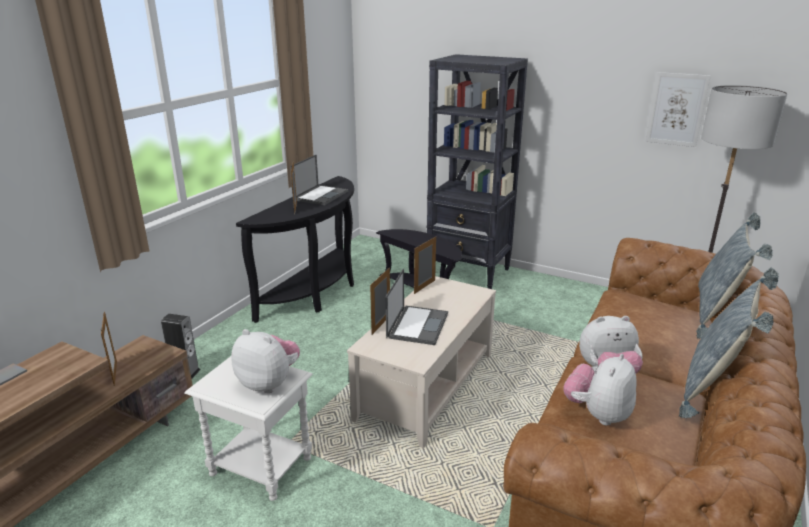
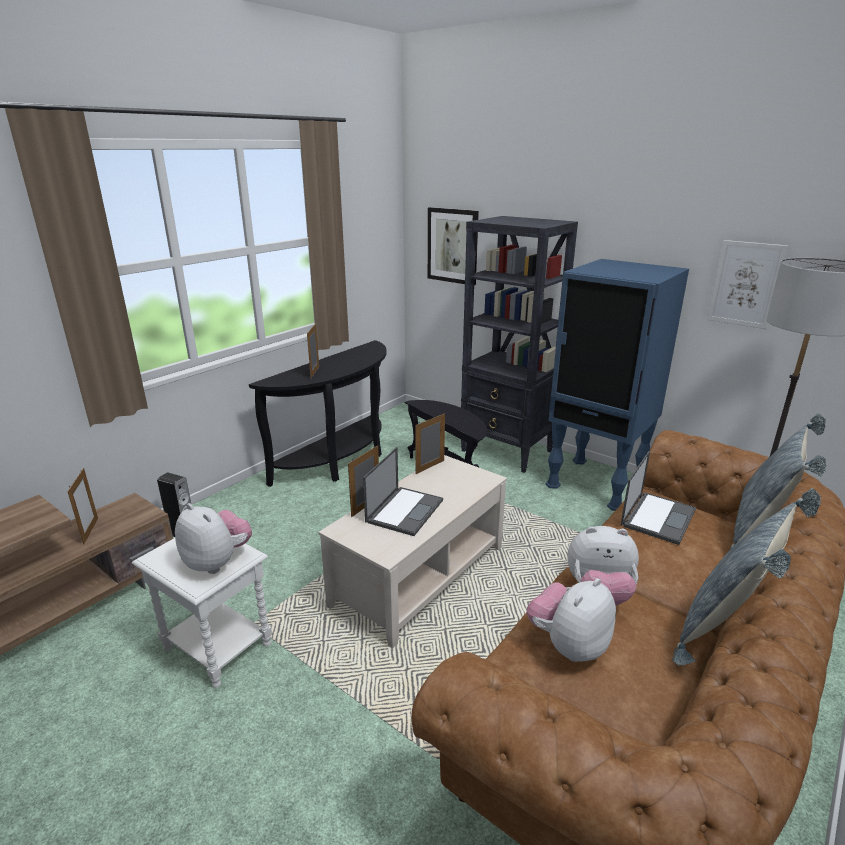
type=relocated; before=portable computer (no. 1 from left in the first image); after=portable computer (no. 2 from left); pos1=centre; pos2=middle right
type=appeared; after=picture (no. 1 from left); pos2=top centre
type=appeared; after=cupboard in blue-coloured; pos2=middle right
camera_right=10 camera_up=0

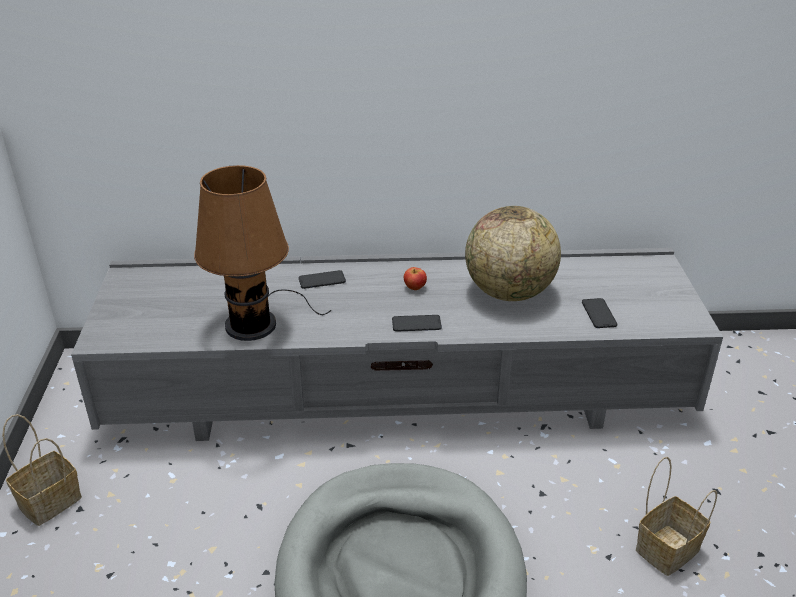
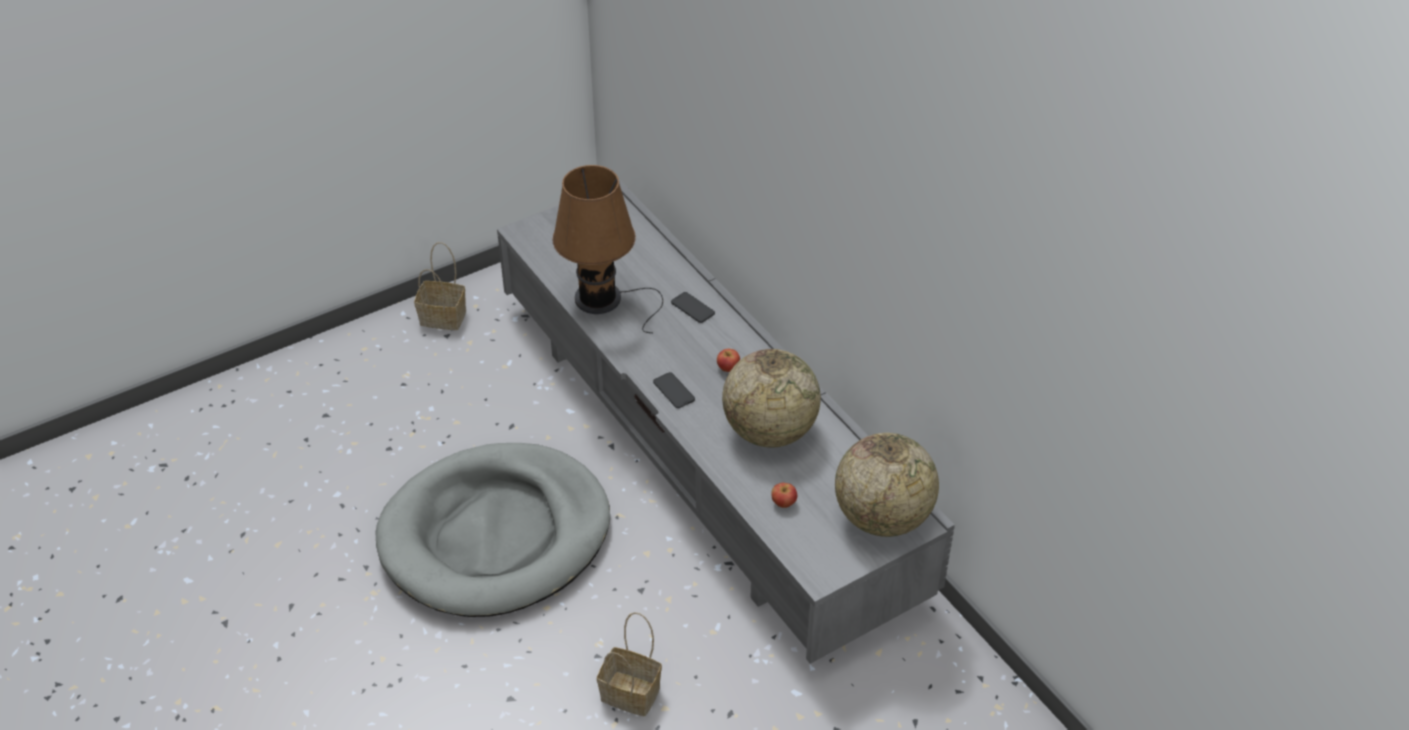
type=exchanged; before=handset (no. 3 from left); after=apple (no. 2 from left); pos1=middle right; pos2=bottom centre
type=appeared; after=world globe (no. 2 from left); pos2=centre
camera_right=60 camera_up=10

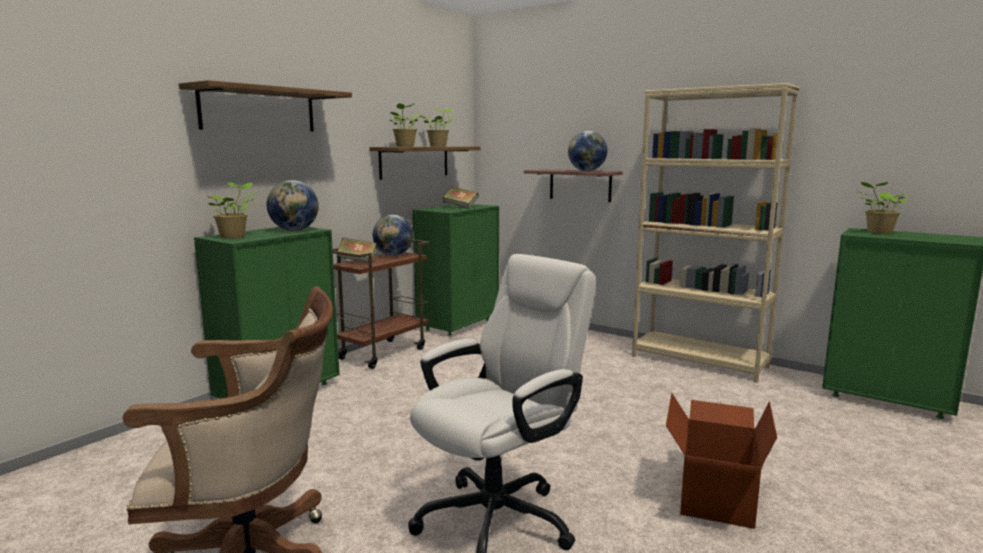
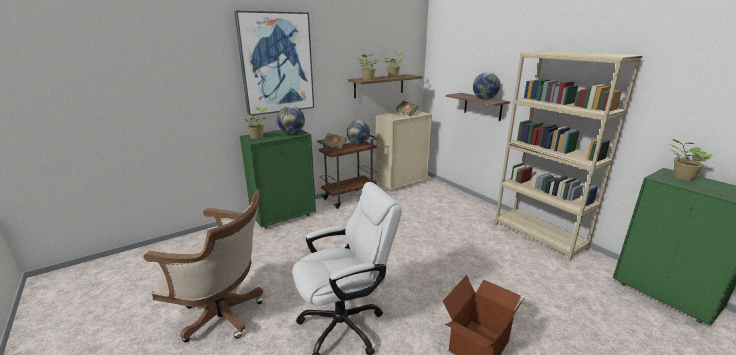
type=exchanged; before=bracket shelf (no. 1 from left); after=picture; pos1=top left; pos2=top centre
type=colour; before=cupboard in green-coloured (no. 2 from left); after=cupboard in beige; pos1=centre; pos2=centre
camera_right=20 camera_up=10

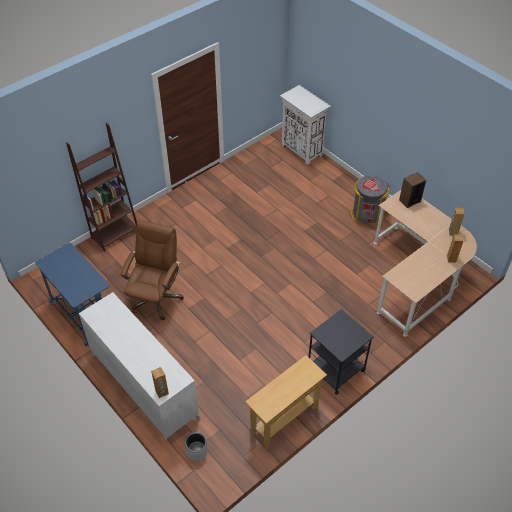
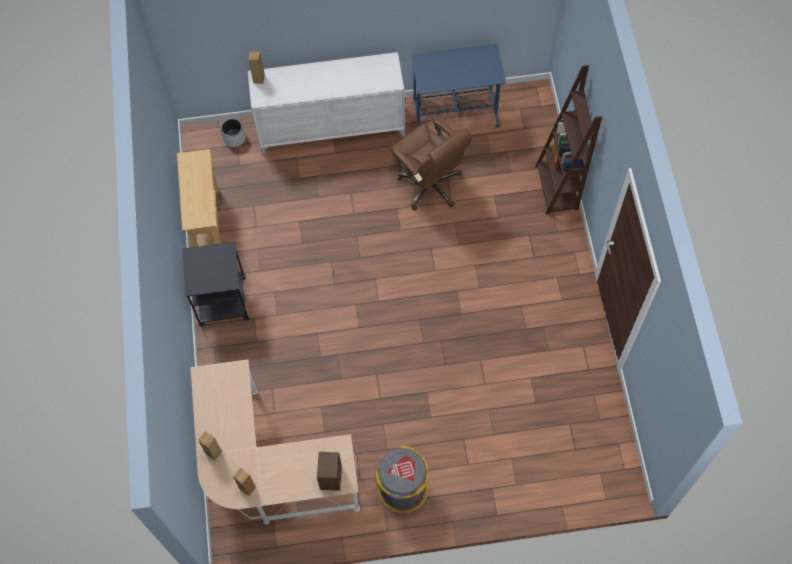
type=missing; before=cupboard in white; pos1=top centre
camera_right=125 camera_up=15

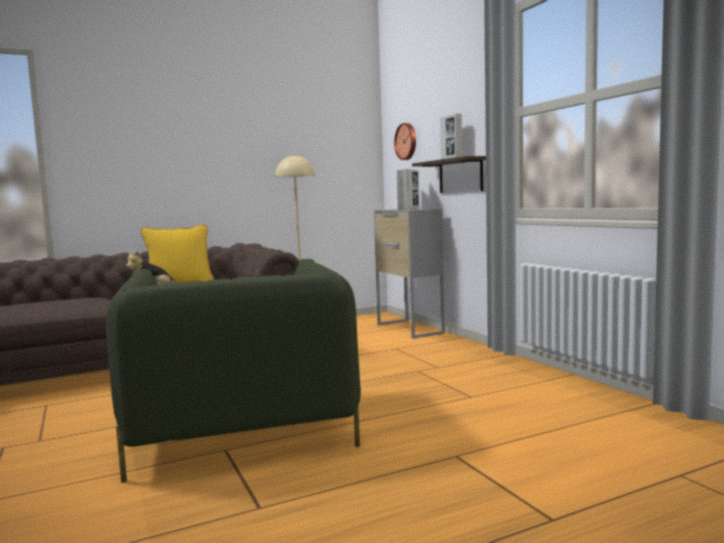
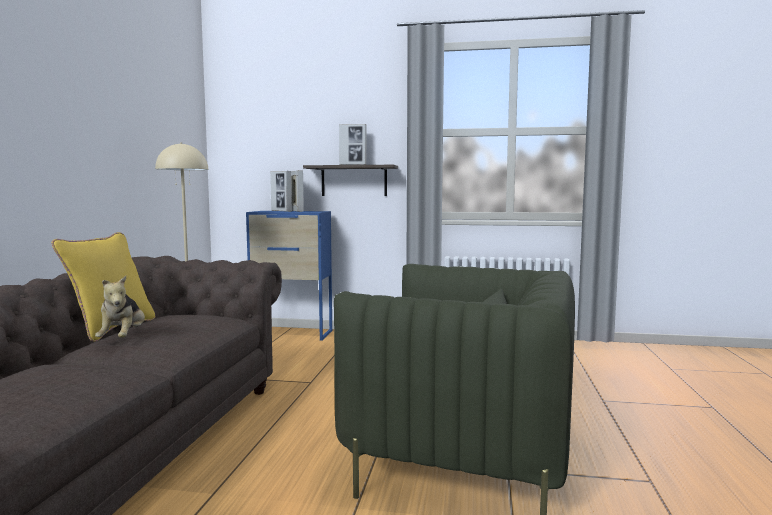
type=missing; before=hanging clock; pos1=top centre
type=colour; before=cupboard in greyish; after=cupboard in blue-coloured; pos1=centre; pos2=centre
camera_right=-55 camera_up=0

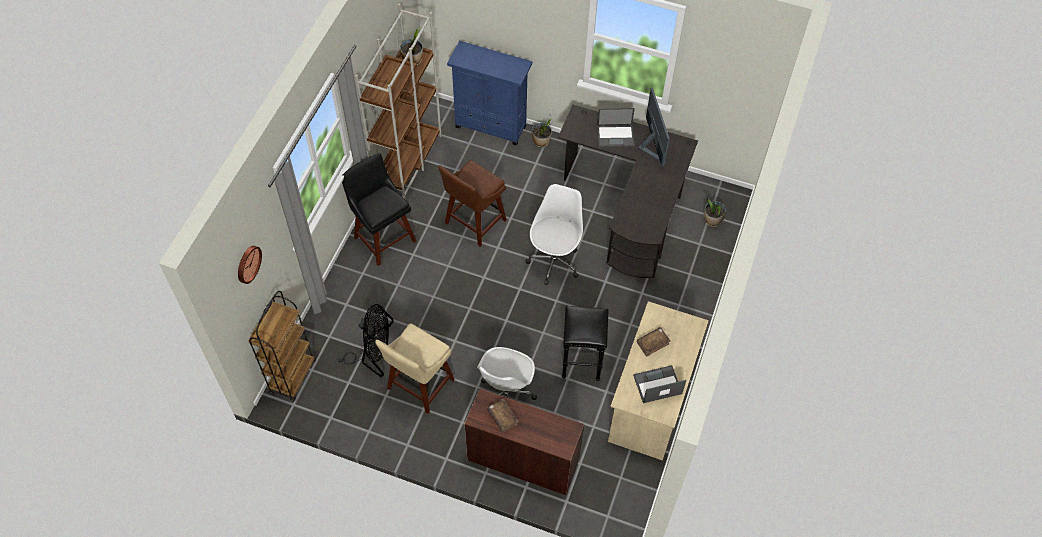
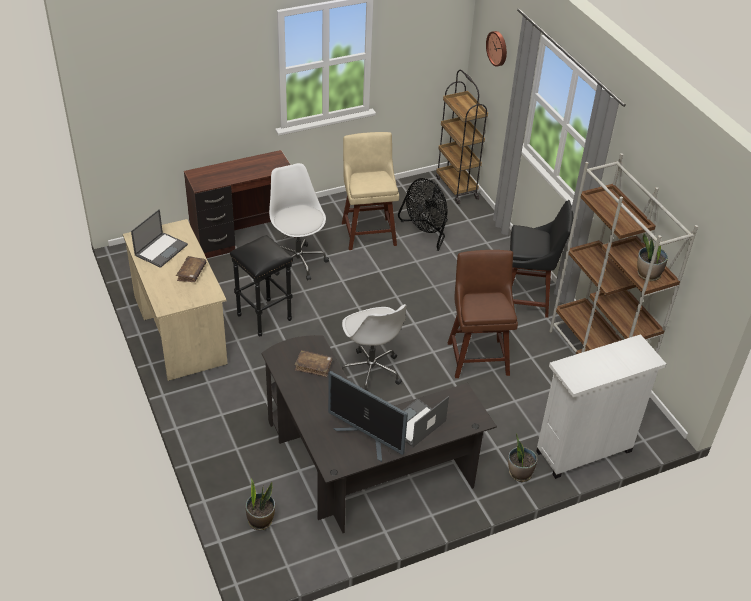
type=colour; before=cupboard in blue-coloured; after=cupboard in white; pos1=top centre; pos2=bottom right
type=relocated; before=bound book in brownish (no. 1 from left in the first image); after=bound book in brownish (no. 2 from left); pos1=bottom centre; pos2=centre
camera_right=135 camera_up=-15

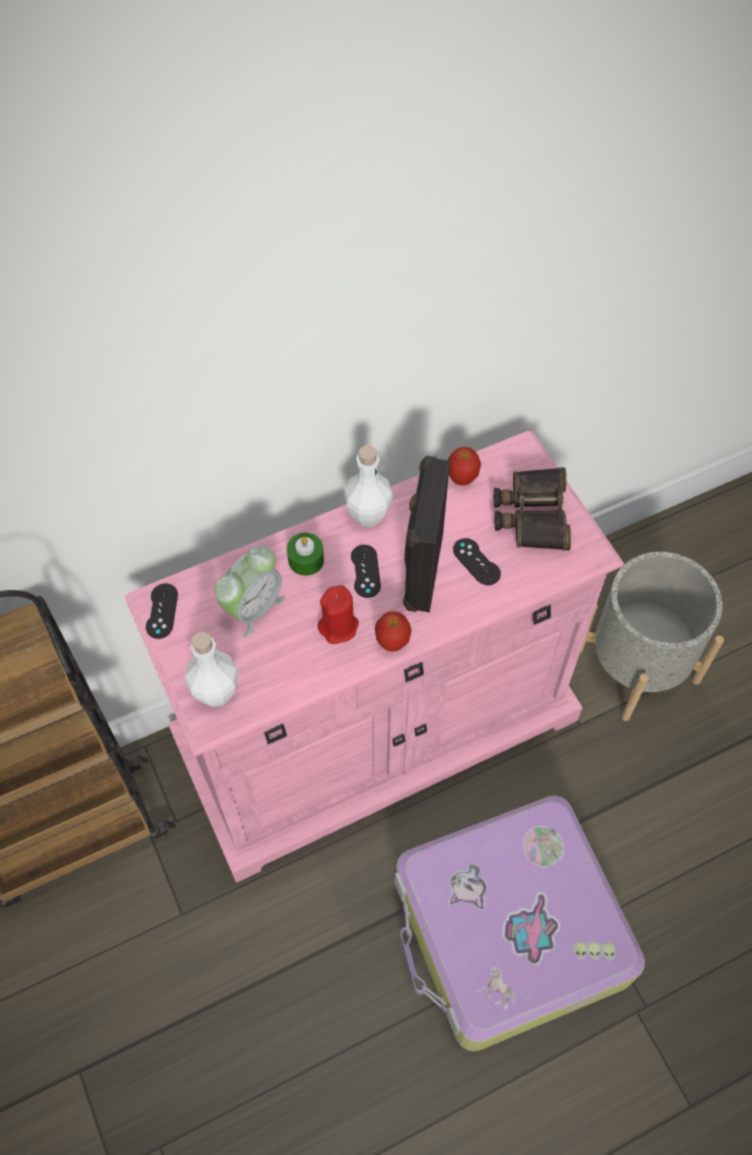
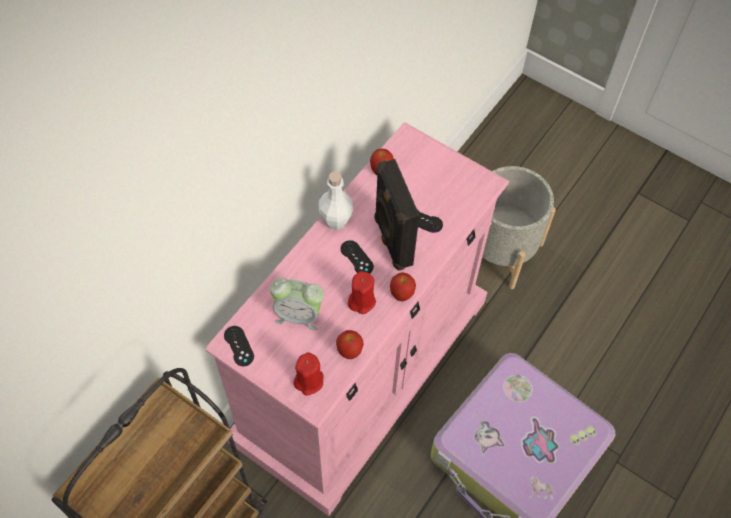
type=missing; before=field glasses; pos1=middle right
type=missing; before=candle in green-coloured; pos1=centre
type=spun; before=table clock; pos1=middle left; pos2=centre; turn=90
type=exchanged; before=drink bottle in white (no. 1 from left); after=candle in red (no. 1 from left); pos1=middle left; pos2=bottom centre
type=appeared; after=apple (no. 1 from left); pos2=centre
camera_right=-30 camera_up=0

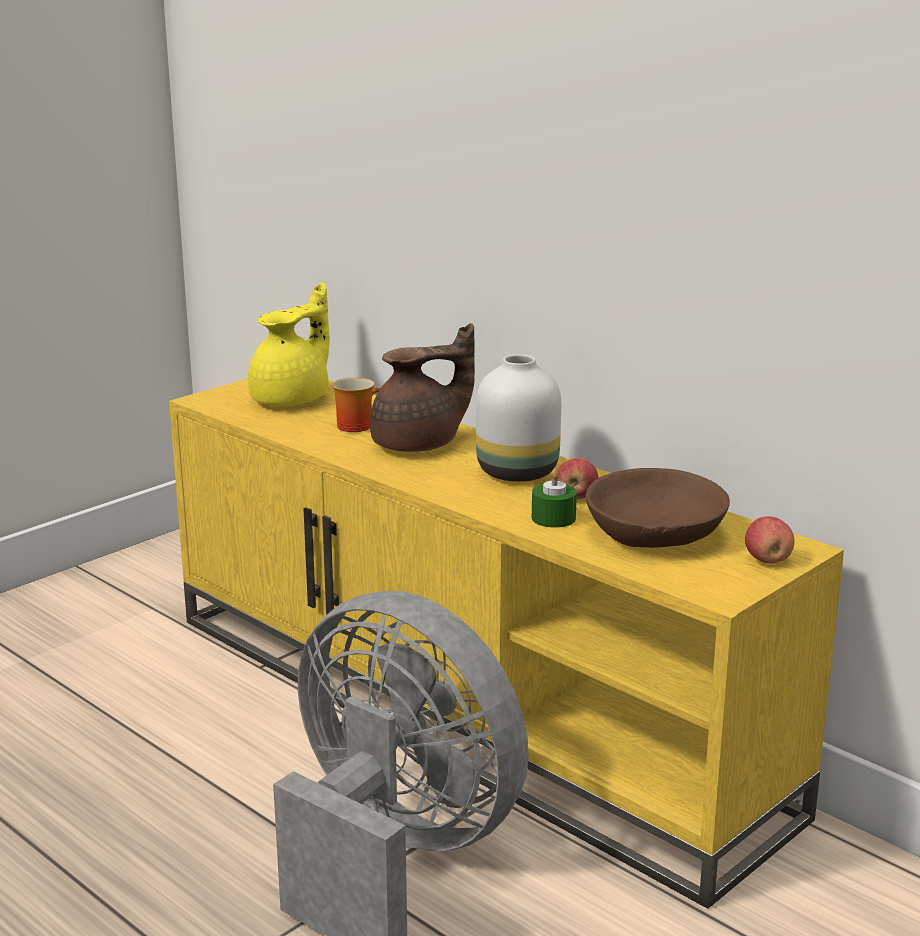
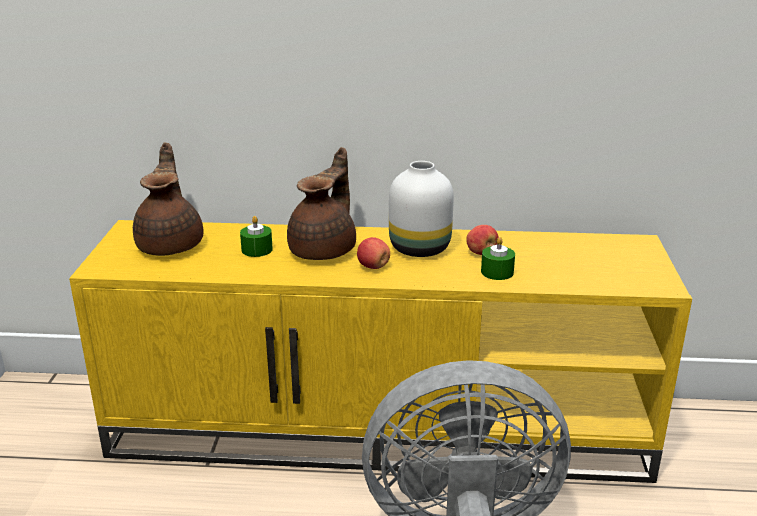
type=colour; before=teapot in yellow; after=teapot in brownish (no. 1 from left); pos1=middle left; pos2=middle left
type=exchanged; before=mug; after=candle in green-coloured (no. 1 from left); pos1=centre; pos2=centre
type=missing; before=serving bowl in brownish; pos1=middle right
type=relocated; before=apple (no. 2 from left in the first image); after=apple (no. 1 from left); pos1=middle right; pos2=centre
camera_right=-40 camera_up=5

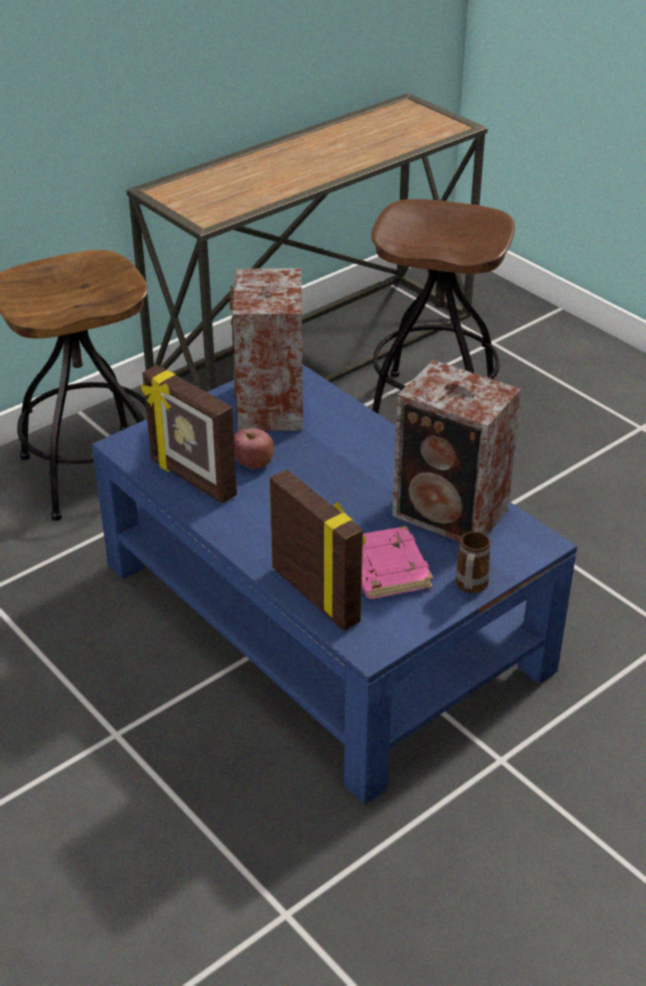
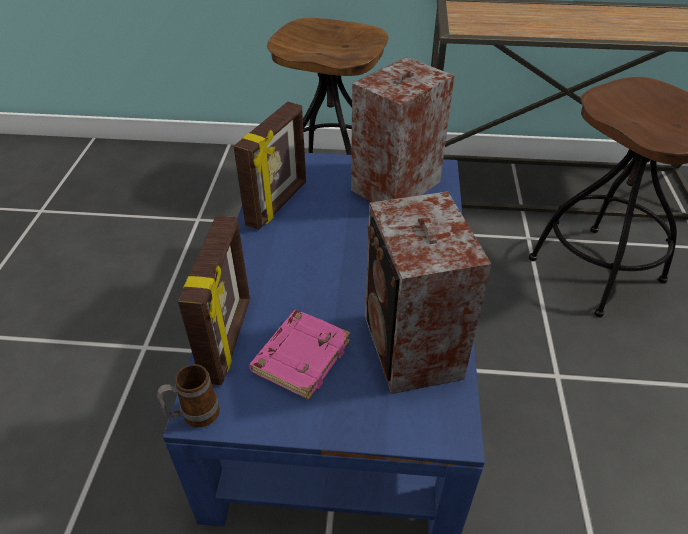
type=spun; before=photo frame (no. 1 from left in the first image); pos1=middle left; pos2=top centre; turn=-150
type=missing; before=apple; pos1=centre
type=relocated; before=mug; pos1=middle right; pos2=bottom left
camera_right=45 camera_up=5

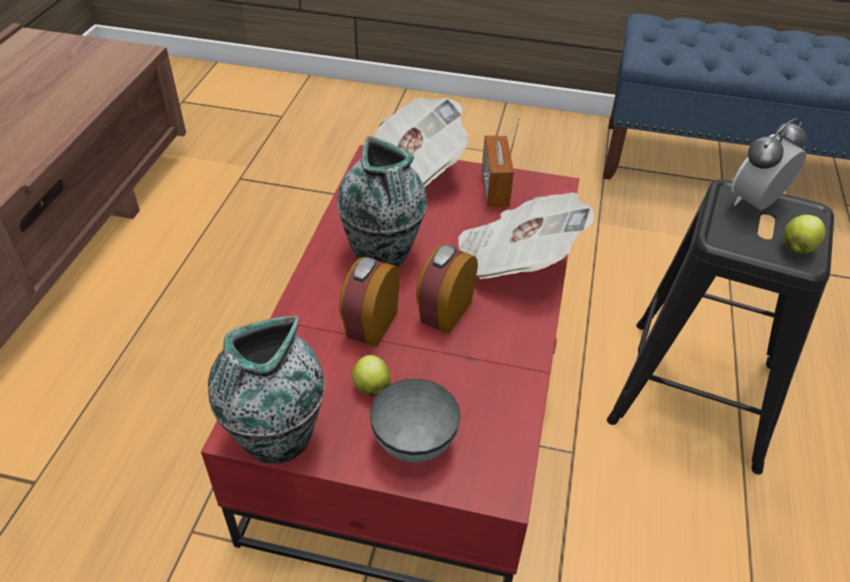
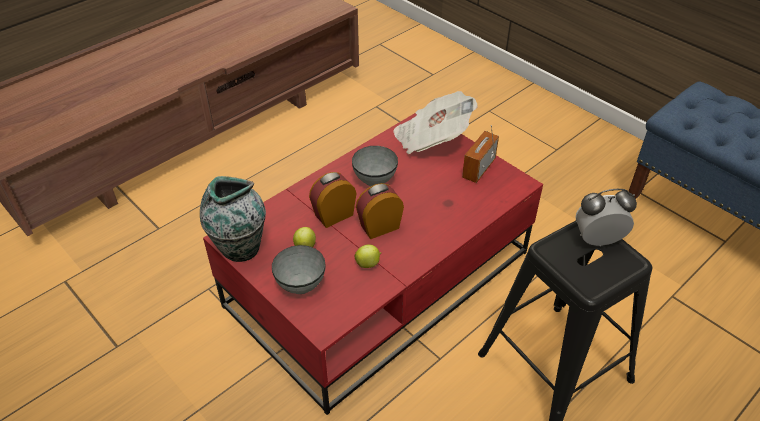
type=exchanged; before=flower vase (no. 2 from left); after=serving bowl in greyish (no. 2 from left); pos1=centre; pos2=centre
type=missing; before=daily paper (no. 2 from left); pos1=centre
type=relocated; before=apple (no. 2 from left); pos1=middle right; pos2=centre
camera_right=35 camera_up=0

